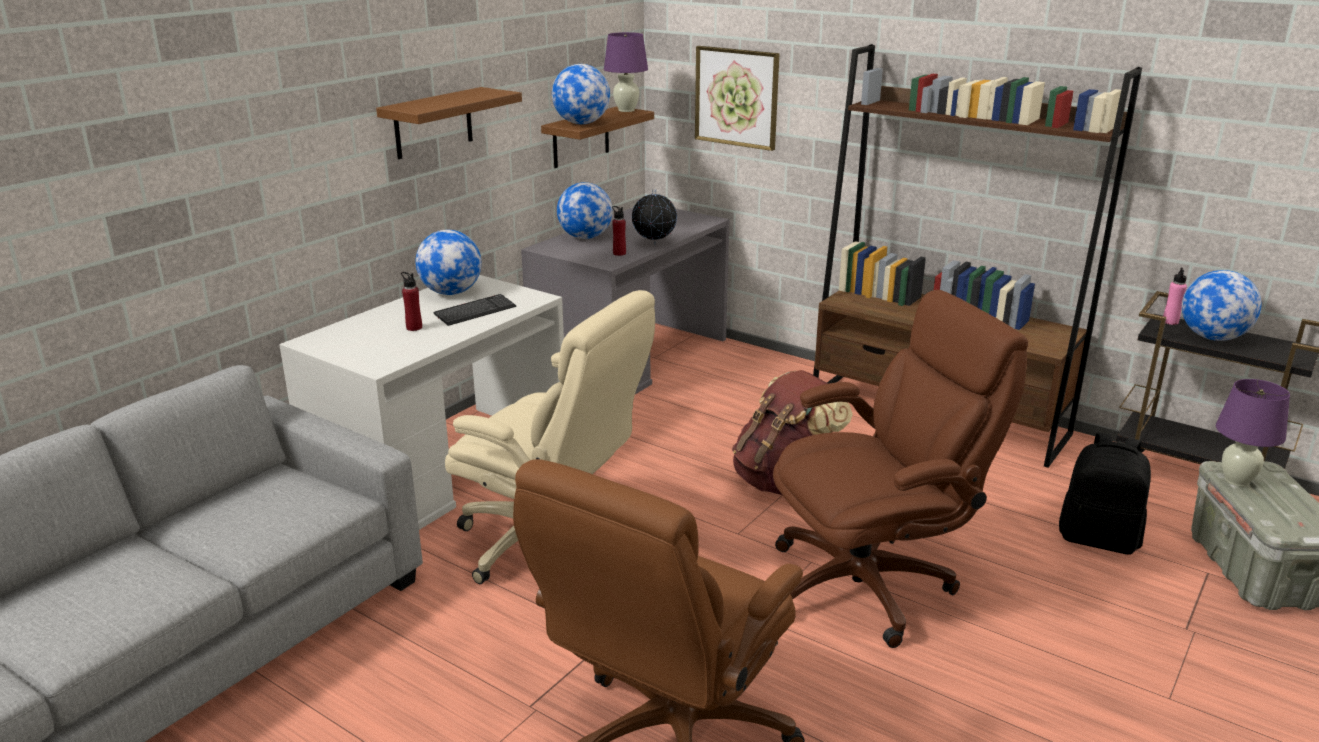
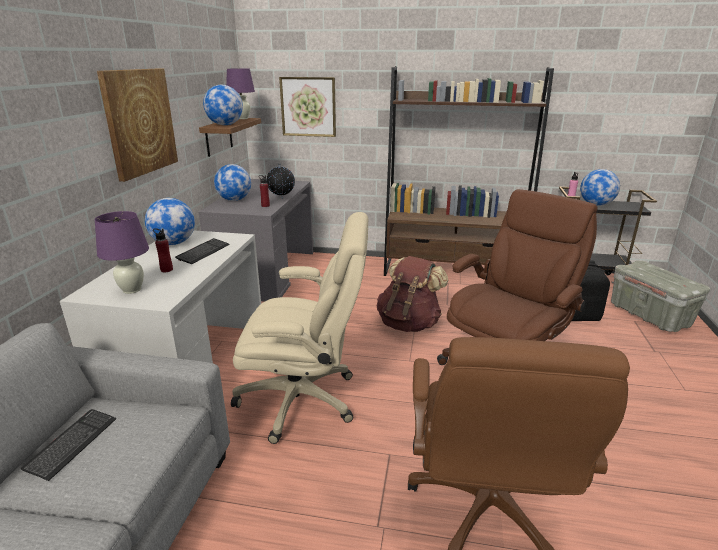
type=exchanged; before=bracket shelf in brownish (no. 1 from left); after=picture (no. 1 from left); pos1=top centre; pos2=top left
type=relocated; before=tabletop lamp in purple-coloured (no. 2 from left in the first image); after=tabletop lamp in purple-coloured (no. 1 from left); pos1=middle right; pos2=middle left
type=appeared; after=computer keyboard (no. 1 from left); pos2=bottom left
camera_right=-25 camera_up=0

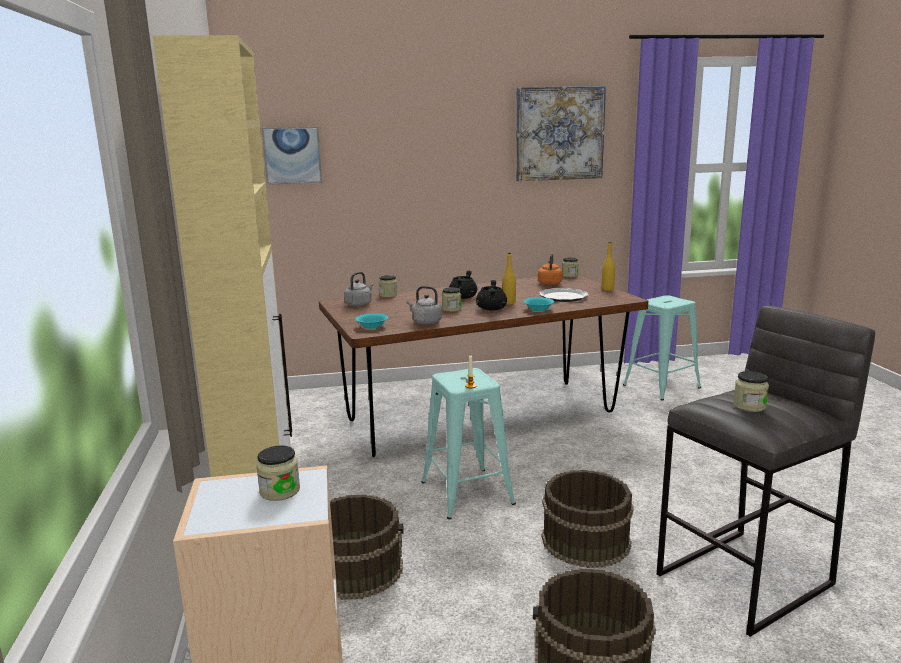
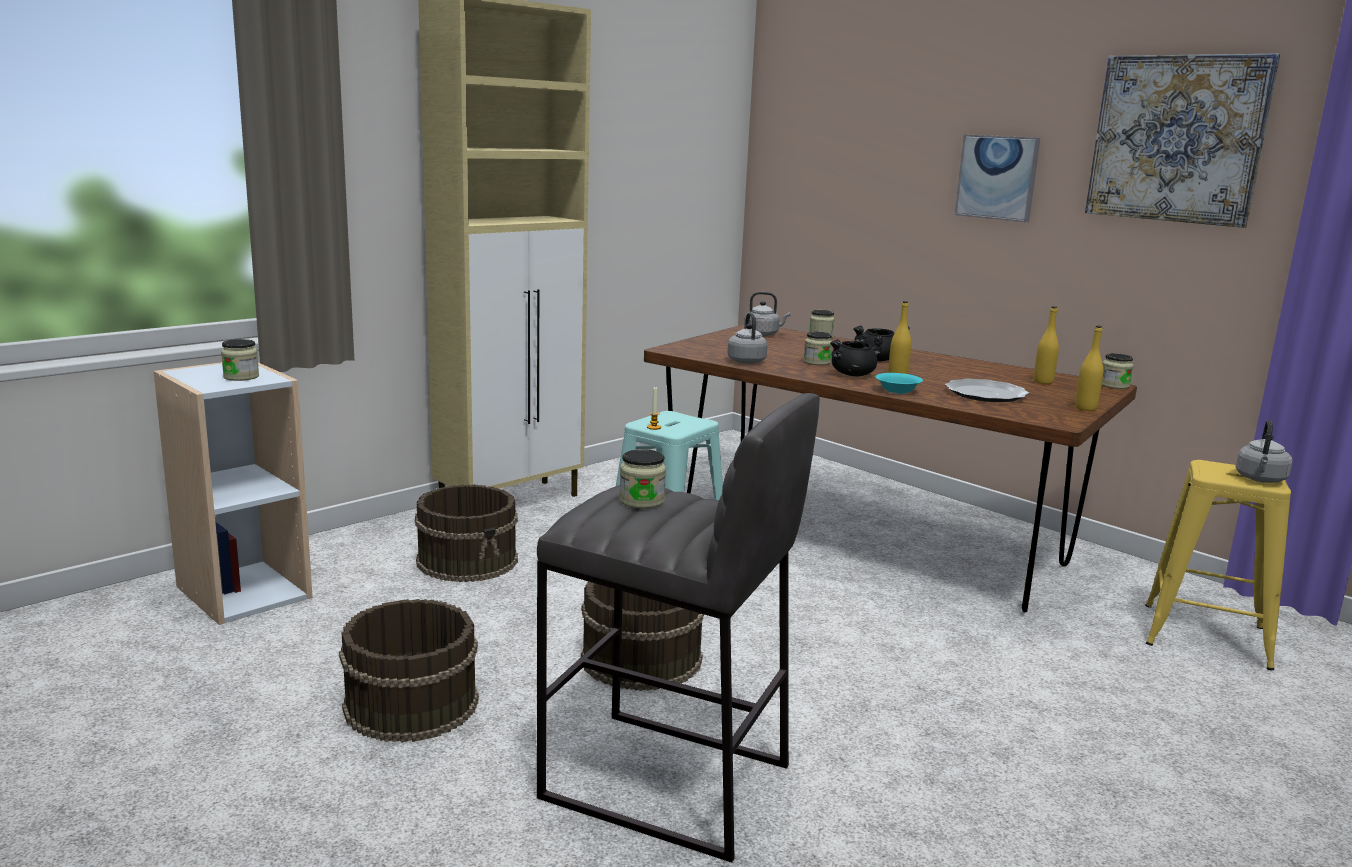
type=relocated; before=picture (no. 1 from left); pos1=top left; pos2=top right
type=exchanged; before=water kettle in orange; after=drink bottle in yellow (no. 2 from left); pos1=centre; pos2=middle right
type=colour; before=sitting stool in turquoise-coloured (no. 2 from left); after=sitting stool in yellow; pos1=middle right; pos2=middle right
type=missing; before=serving bowl in turquoise-coloured (no. 1 from left); pos1=centre
type=appeared; after=water kettle in greyish (no. 3 from left); pos2=middle right
camera_right=55 camera_up=0

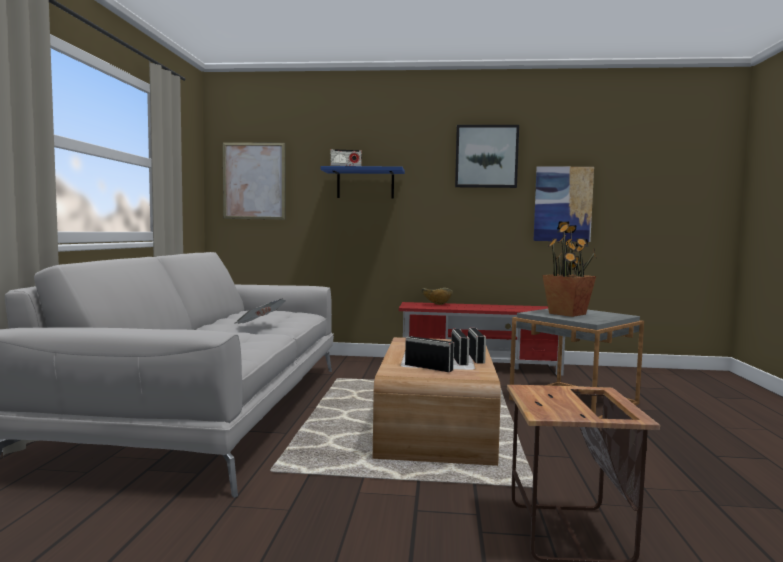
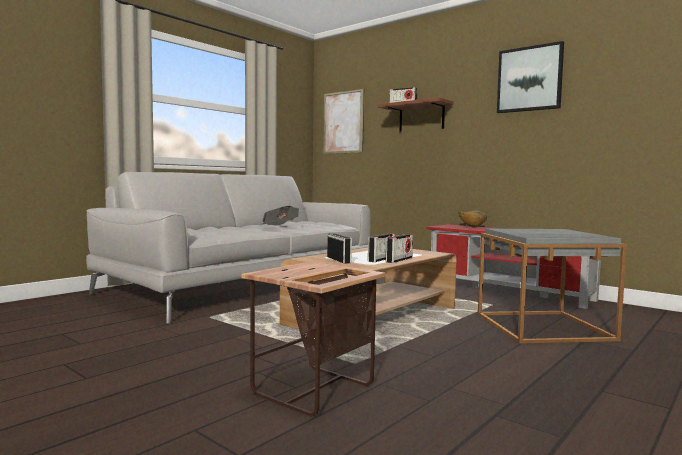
type=colour; before=bracket shelf in blue-coloured; after=bracket shelf in brownish; pos1=top centre; pos2=top centre
type=missing; before=picture (no. 3 from left); pos1=middle right
type=missing; before=plant in a pot; pos1=middle right
camera_right=35 camera_up=0

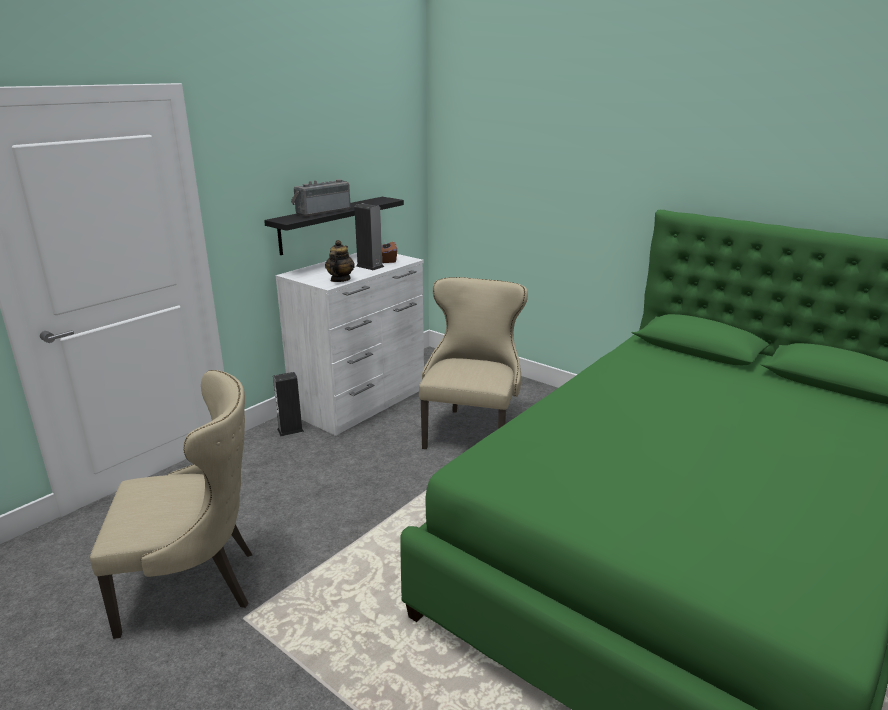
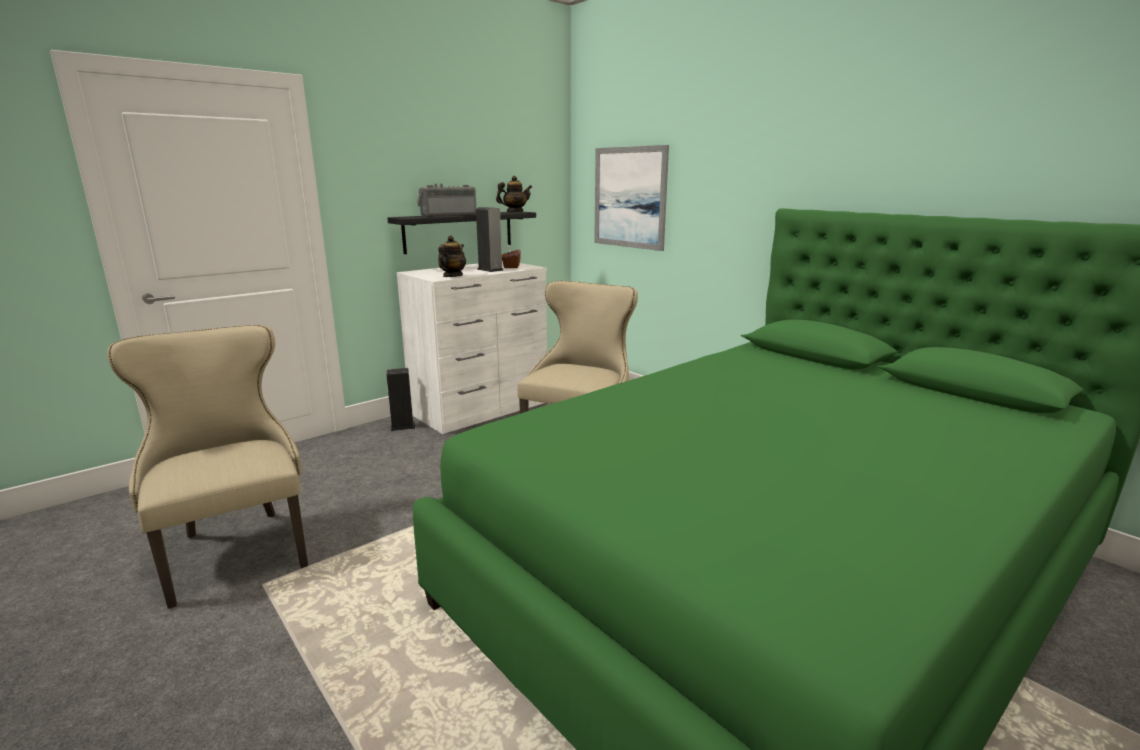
type=spun; before=upright chair in beige (no. 1 from left); pos1=bottom left; pos2=middle left; turn=-120
type=appeared; after=picture; pos2=top centre
type=appeared; after=teapot (no. 2 from left); pos2=top centre
camera_right=10 camera_up=-5

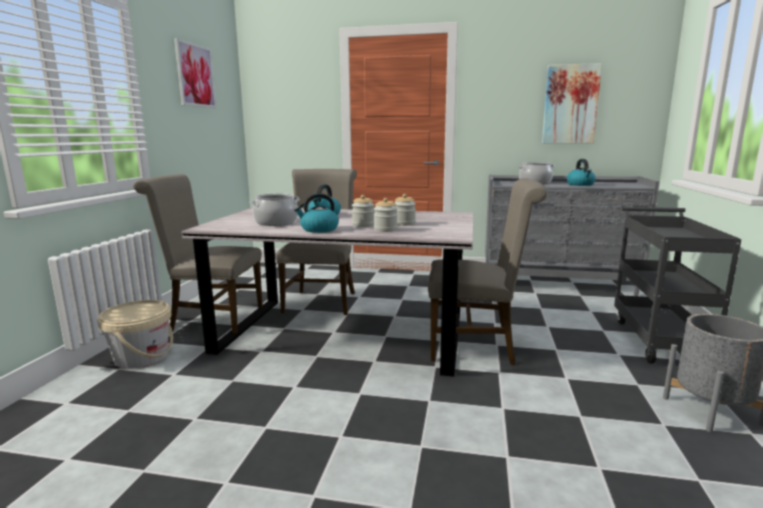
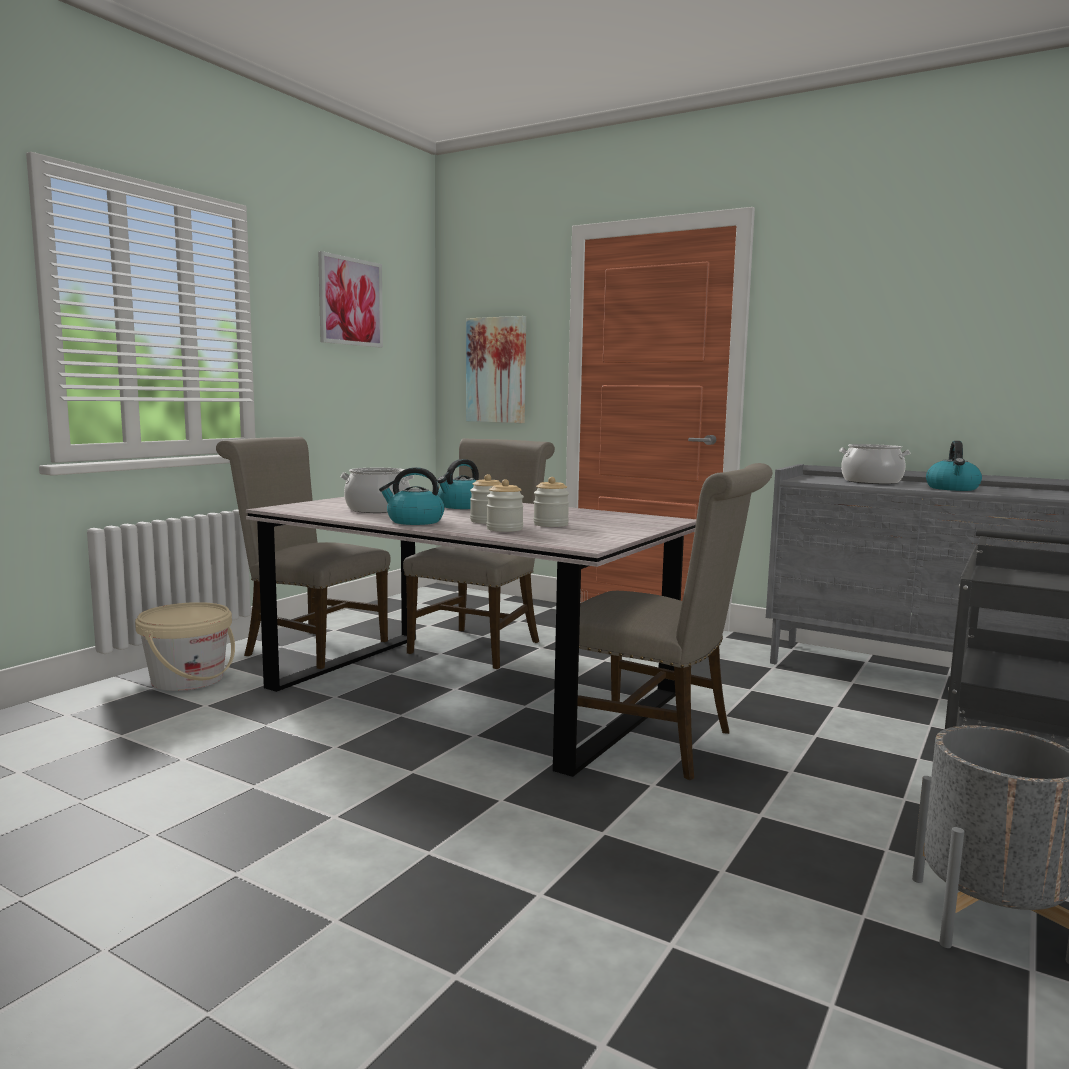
type=relocated; before=picture (no. 2 from left); pos1=top right; pos2=centre
camera_right=20 camera_up=-5

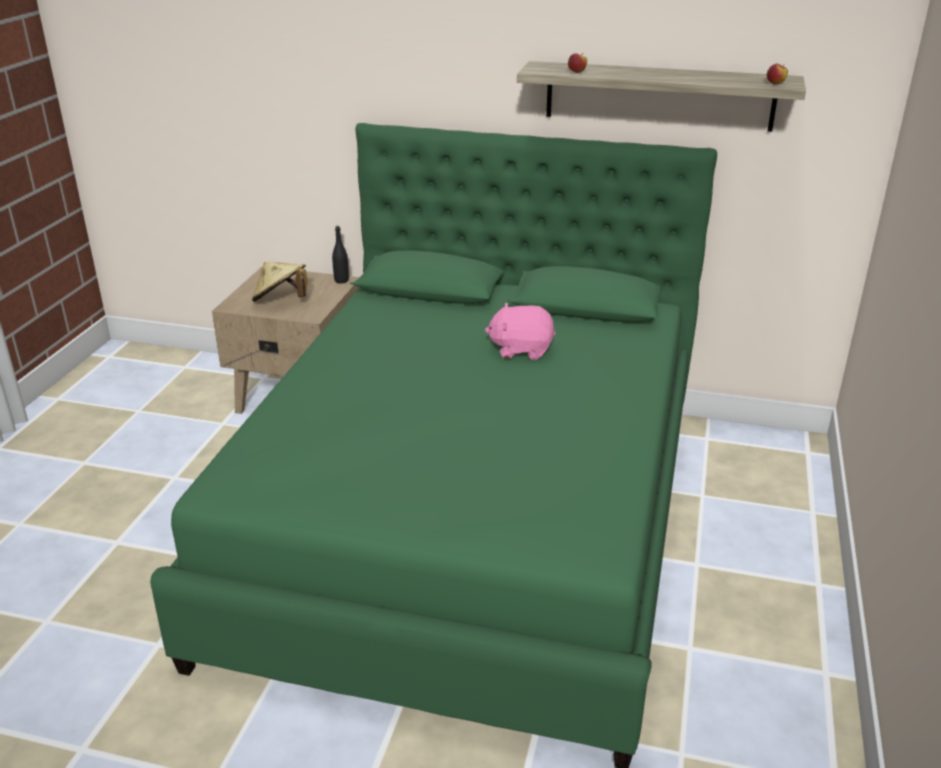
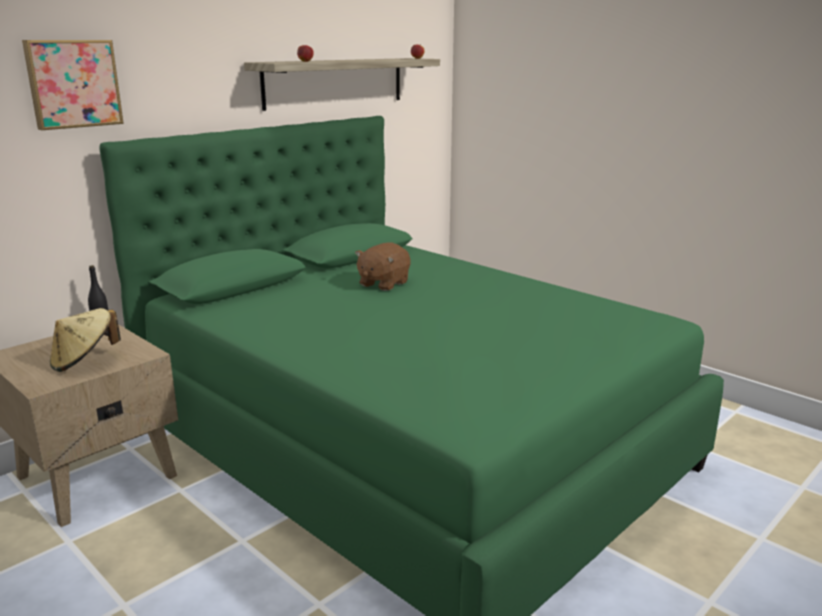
type=colour; before=soft toy in pink-coloured; after=soft toy in brownish; pos1=centre; pos2=centre
type=appeared; after=picture; pos2=top left
camera_right=-60 camera_up=-10

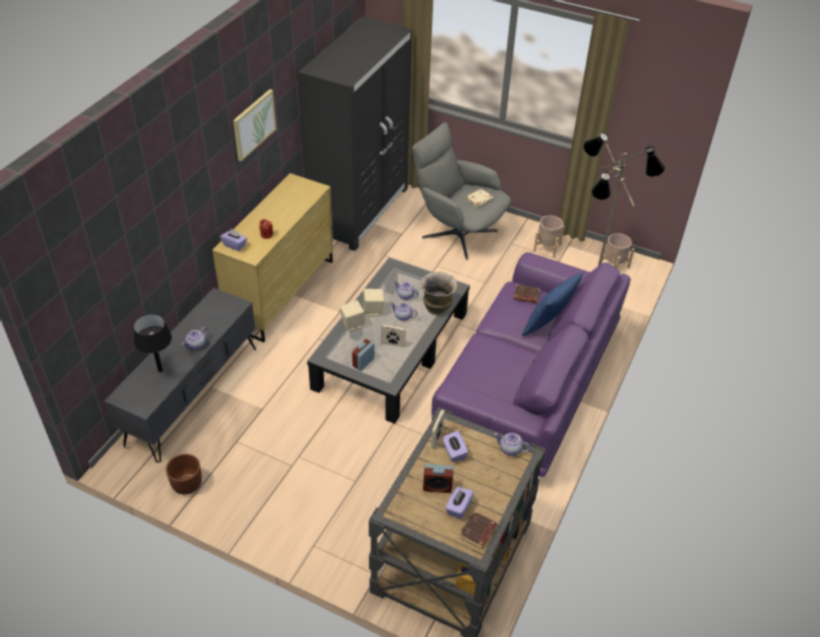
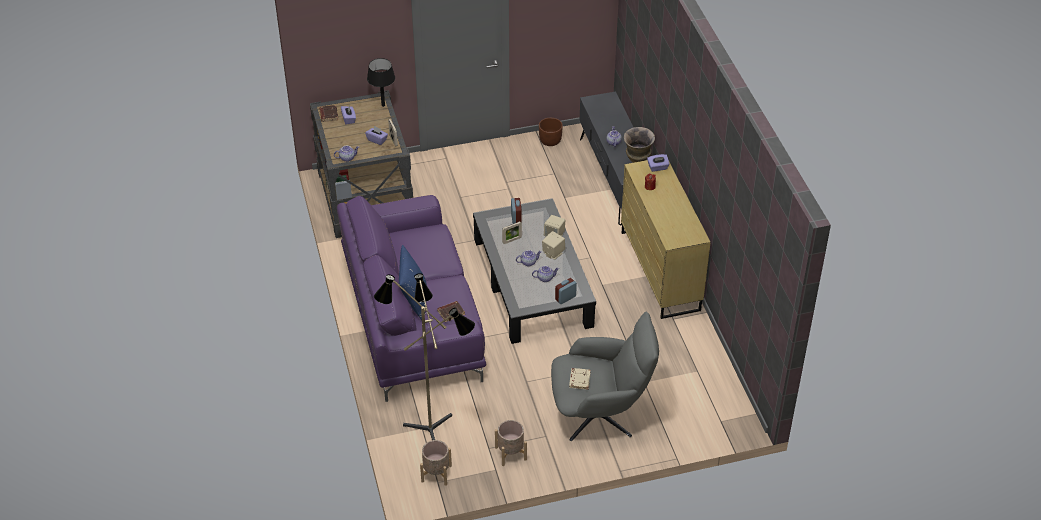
type=missing; before=cupboard in black-coloured; pos1=top centre
type=missing; before=picture; pos1=top left
type=relocated; before=flower vase; pos1=centre; pos2=top centre
type=relocated; before=tabletop lamp in black-coloured; pos1=middle left; pos2=top centre
type=relocated; before=table clock (no. 2 from left); pos1=bottom centre; pos2=centre
camera_right=140 camera_up=0

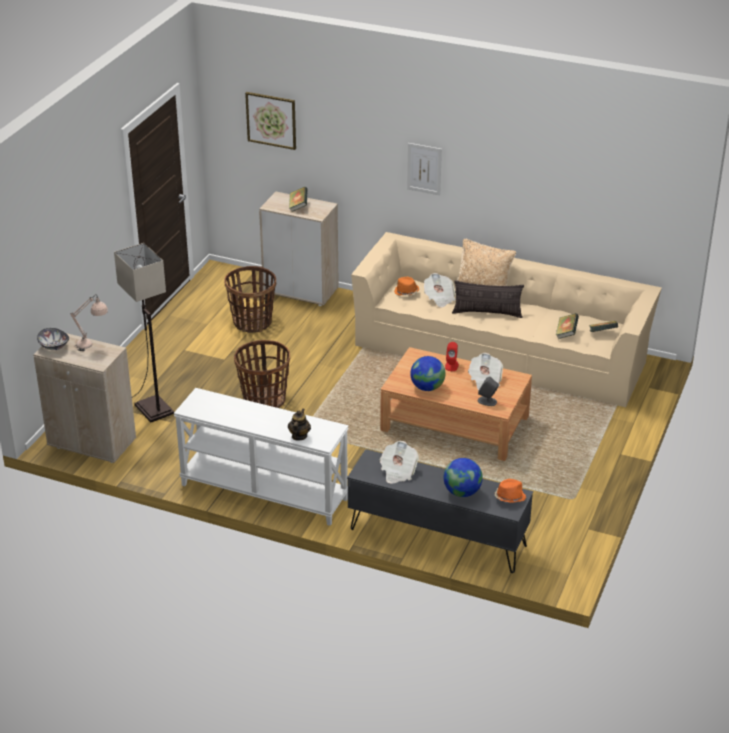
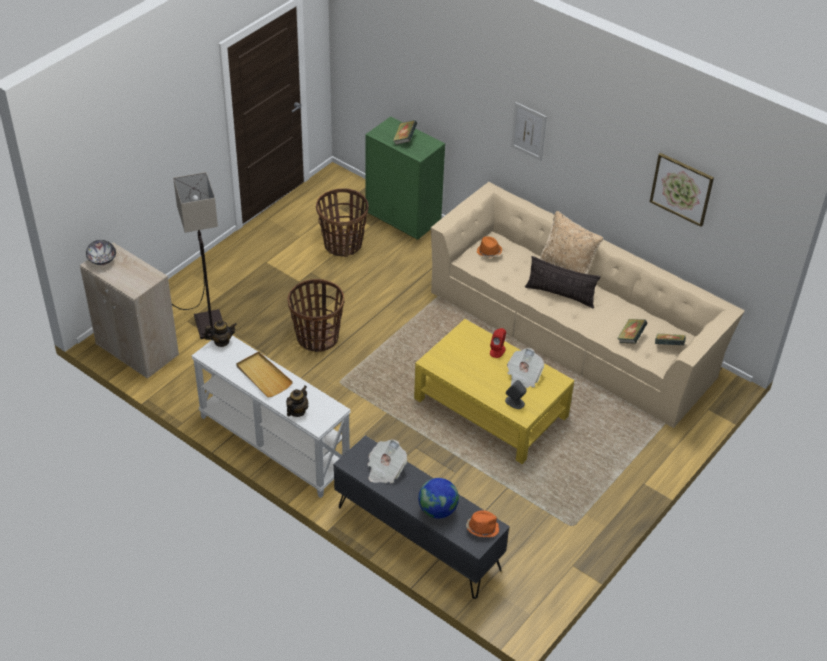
type=relocated; before=picture (no. 1 from left in the first image); after=picture (no. 2 from left); pos1=top centre; pos2=top right
type=colour; before=cupboard in beige (no. 2 from left); after=cupboard in green-coloured; pos1=centre; pos2=top centre
type=missing; before=daily paper (no. 2 from left); pos1=centre
type=missing; before=tabletop lamp in beige; pos1=middle left
type=colour; before=lounge table in brownish; after=lounge table in yellow; pos1=centre; pos2=centre
type=missing; before=world globe (no. 1 from left); pos1=centre
type=appeared; after=teapot (no. 1 from left); pos2=middle left
type=appeared; after=serving tray in beige; pos2=middle left
camera_right=15 camera_up=10

